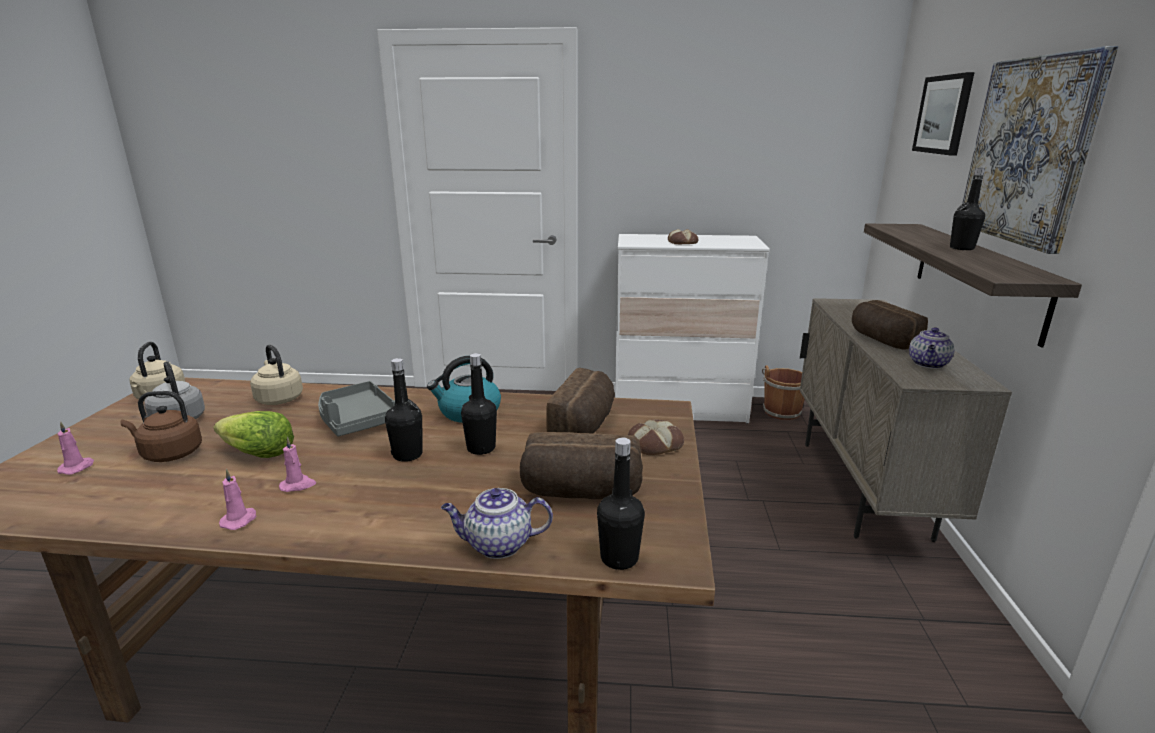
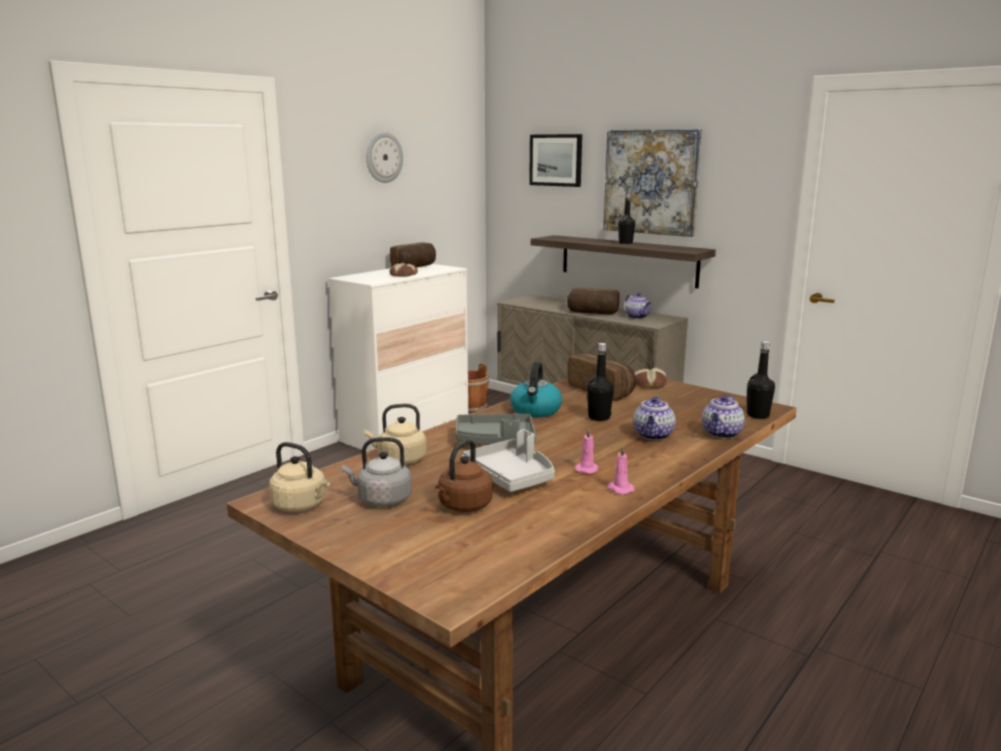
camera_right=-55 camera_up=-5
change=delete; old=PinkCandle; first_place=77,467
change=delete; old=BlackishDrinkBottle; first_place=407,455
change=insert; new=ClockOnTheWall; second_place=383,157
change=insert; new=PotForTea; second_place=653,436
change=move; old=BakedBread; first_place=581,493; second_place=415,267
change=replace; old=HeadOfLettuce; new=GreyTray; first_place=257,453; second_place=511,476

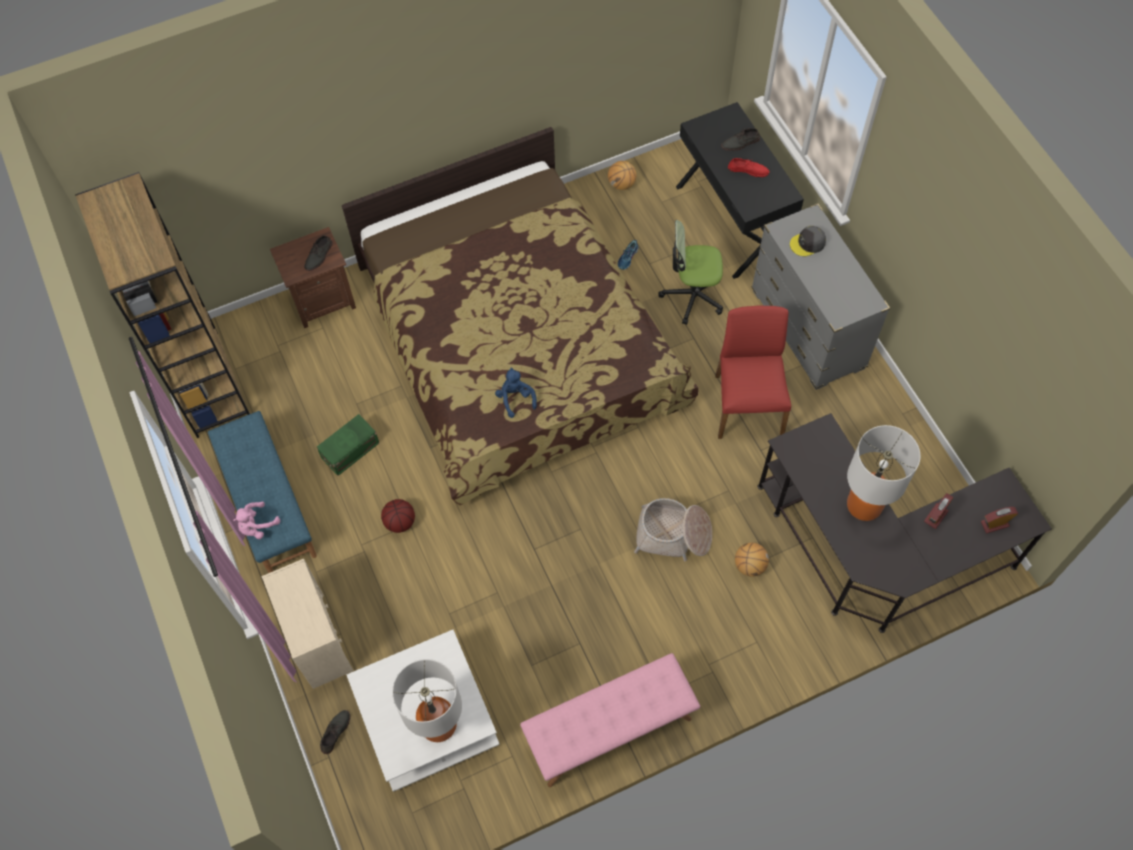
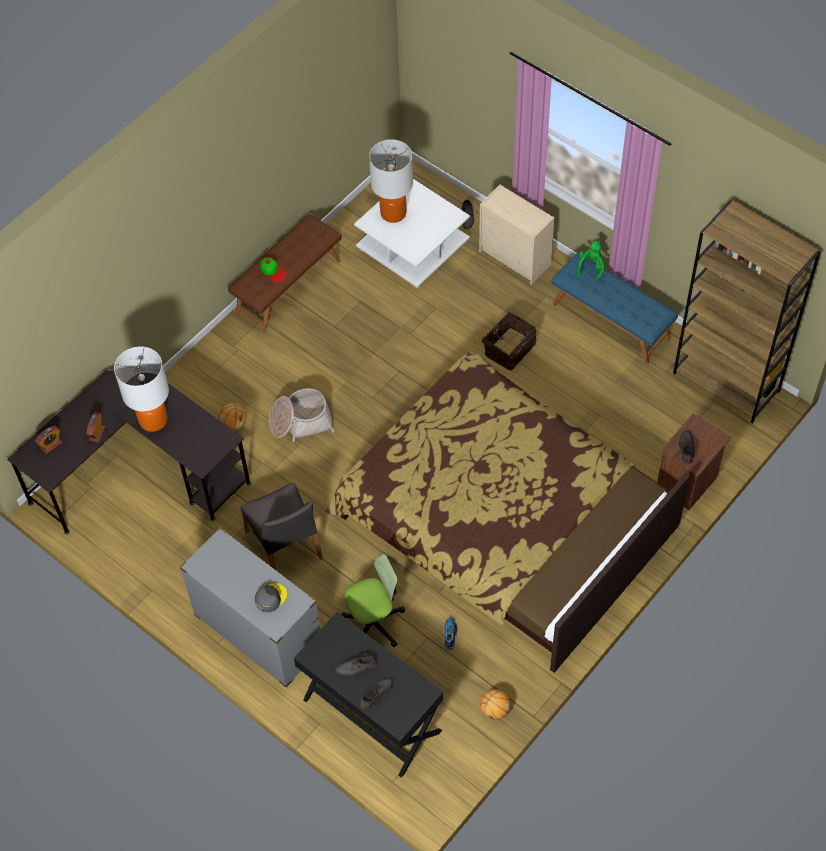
camera_right=155 camera_up=-5
change=delete; old=GreenStorageBox; first_place=351,450
change=delete; old=BlueColouredCuddlyToy; first_place=515,398
change=insert; new=BaseballCap; second_place=273,271
change=replace; old=BasketballBall; new=Basket; first_place=400,522; second_place=508,348
change=recolor; old=PinkCuddlyToy; new=GreenCuddlyToy; first_place=257,526; second_place=591,267
change=recolor; old=PinkLongSeat; new=BrownishLongSeat; first_place=610,730; second_place=288,286
change=recolor; old=RedUprightChair; new=GreyUprightChair; first_place=747,404; second_place=285,545
change=recolor; old=RedShoe; new=GreyShoe; first_place=748,170; second_place=356,667

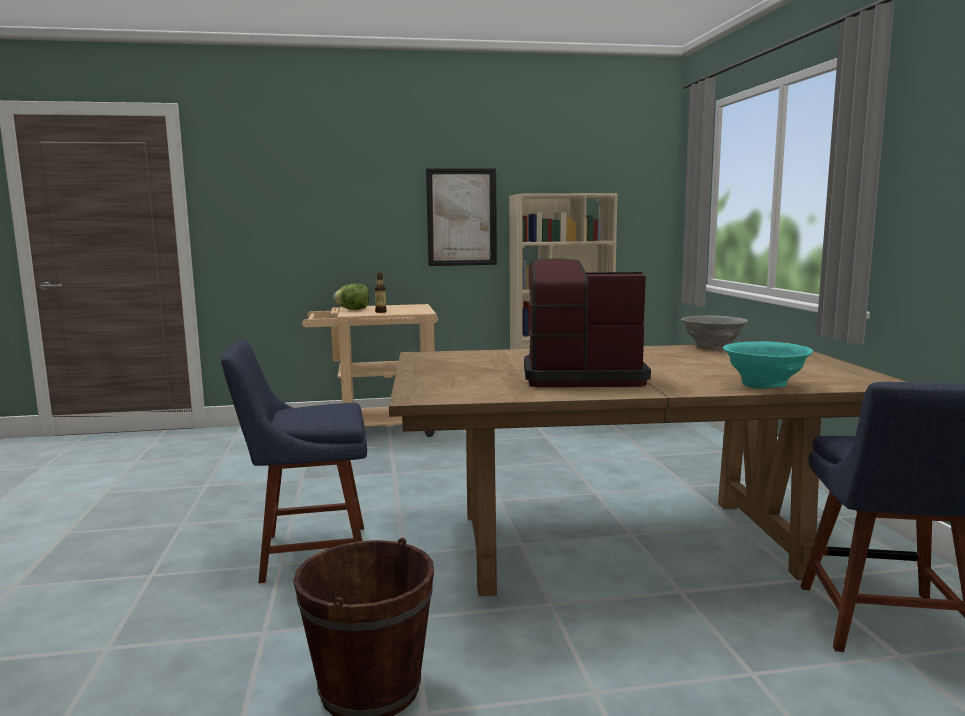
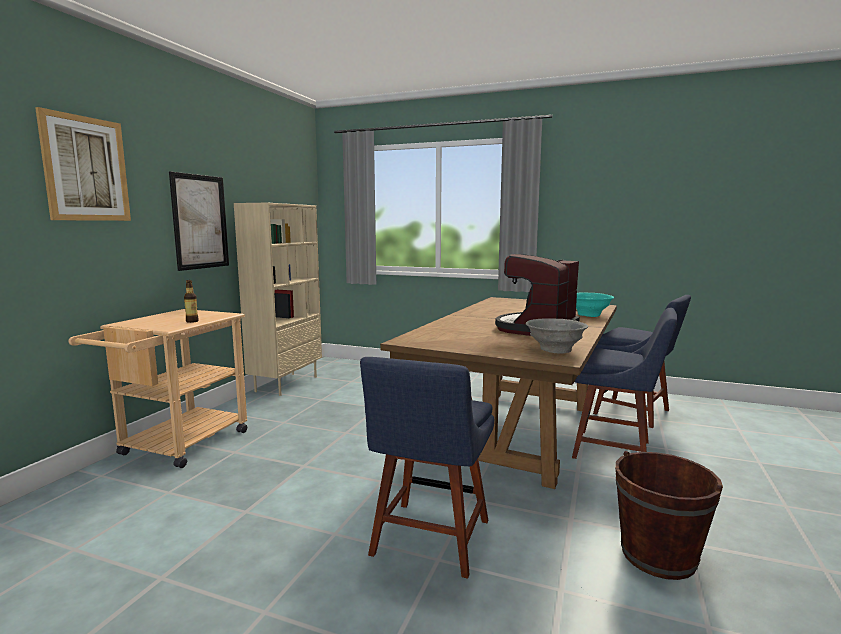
camera_right=-60 camera_up=0
change=delete; old=HeadOfLettuce; first_place=353,309
change=insert; new=Picture; second_place=86,169
change=insert; new=BlueColouredUprightChair; second_place=617,450
change=move; old=GreyServingBowl; first_place=712,347; second_place=555,350

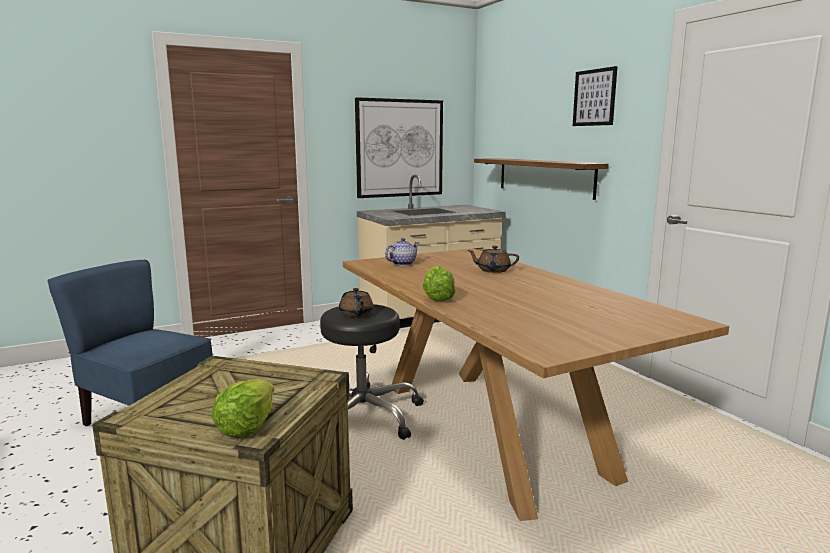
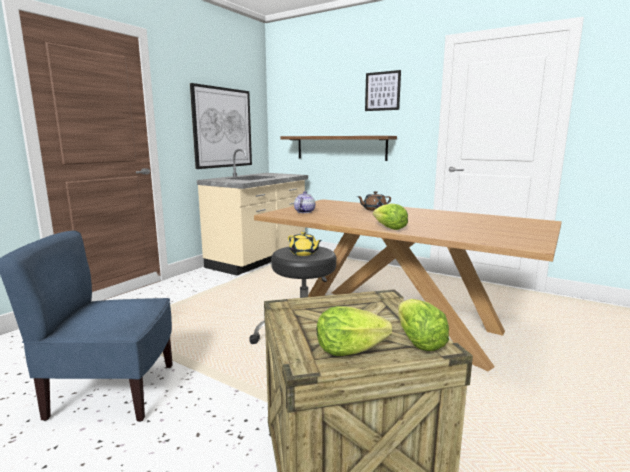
camera_right=-30 camera_up=0
change=insert; new=HeadOfLettuce; second_place=349,350
change=recolor; old=BrownishPotForTea; new=YellowColouredPotForTea; first_place=356,314; second_place=304,253

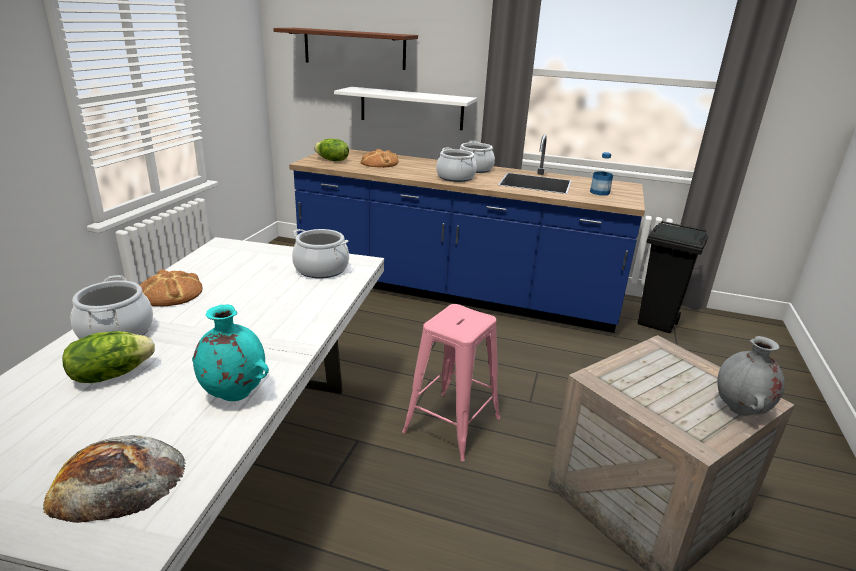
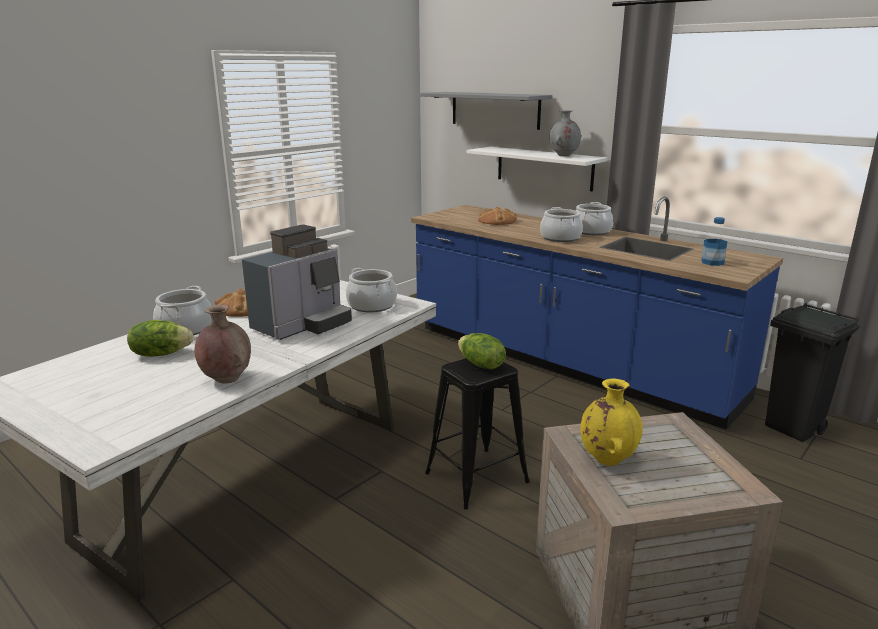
camera_right=25 camera_up=-5
change=delete; old=BakedBread; first_place=117,480
change=insert; new=CoffeeMaker; second_place=303,325
change=insert; new=YellowColouredFlowerVase; second_place=607,459
change=move; old=HeadOfLettuce; first_place=332,160; second_place=480,365
change=move; old=GreyFlowerVase; first_place=740,410; second_place=564,156
change=recolor; old=TurquoiseFlowerVase; new=BrownishFlowerVase; first_place=233,394; second_place=226,379
change=recolor; old=BrownishBracketShelf; new=GreyBracketShelf; first_place=354,48; second_place=495,110
change=recolor; old=PinkStoolSeat; new=BlackishStoolSeat; first_place=452,425; second_place=476,477

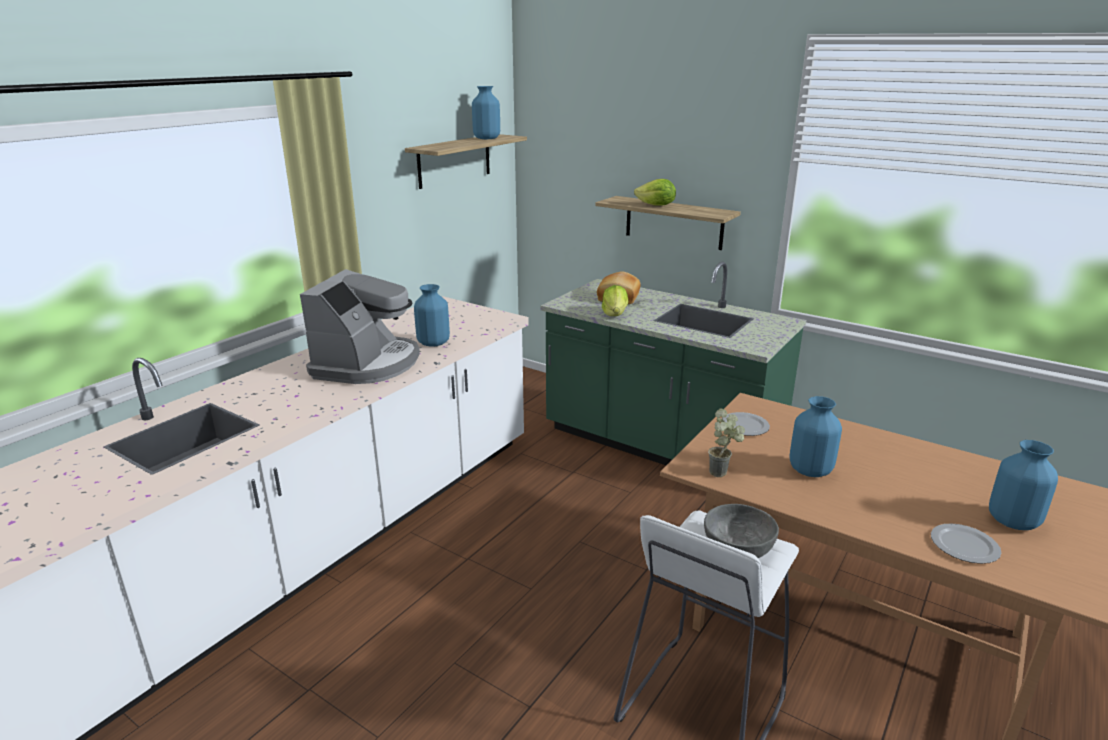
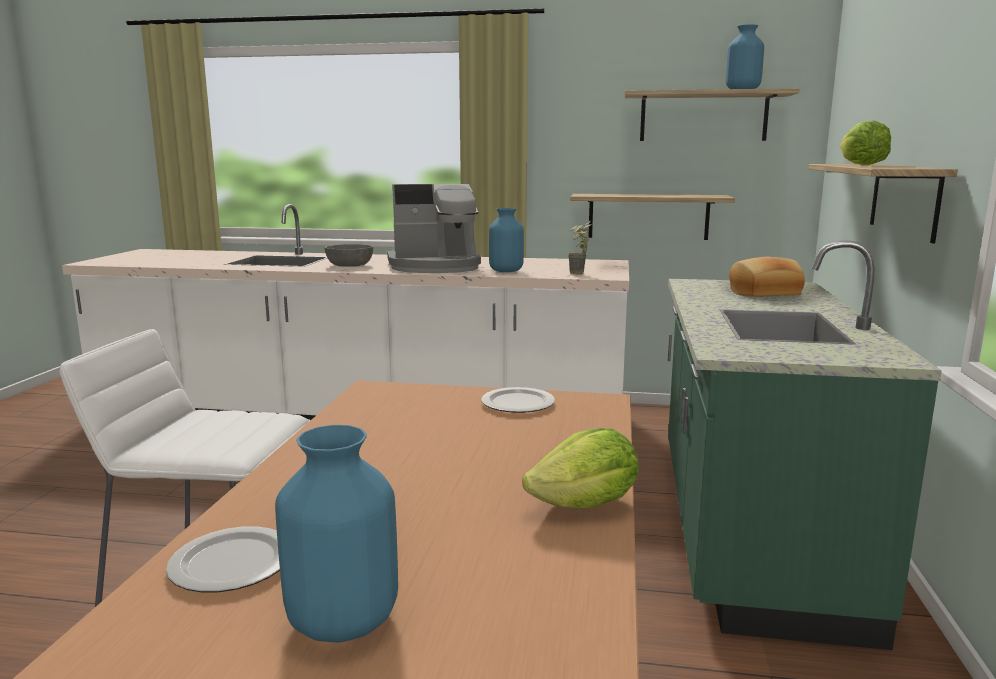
camera_right=65 camera_up=-10
change=delete; old=BlueColouredFlowerVase; first_place=810,470
change=insert; new=BracketShelf; second_place=648,216
change=move; old=HeadOfLettuce; first_place=615,314; second_place=586,505
change=move; old=GreyServingBowl; first_place=737,547; second_place=349,265
change=move; old=PottedPlant; first_place=723,473; second_place=578,274

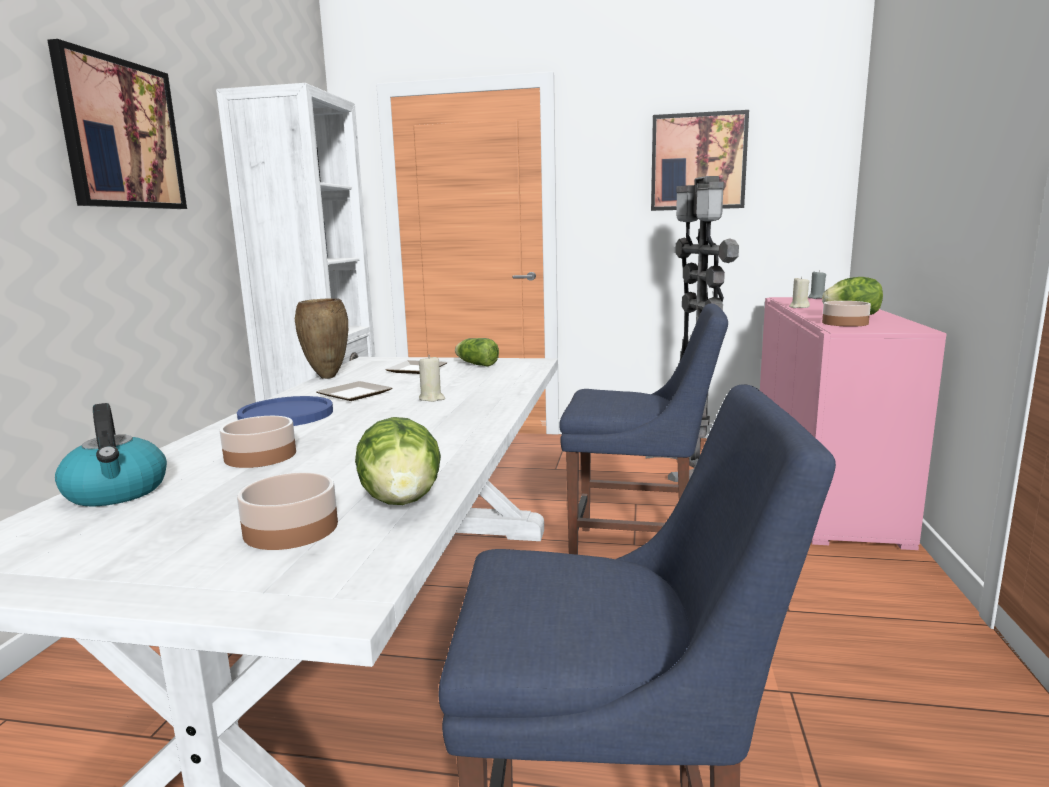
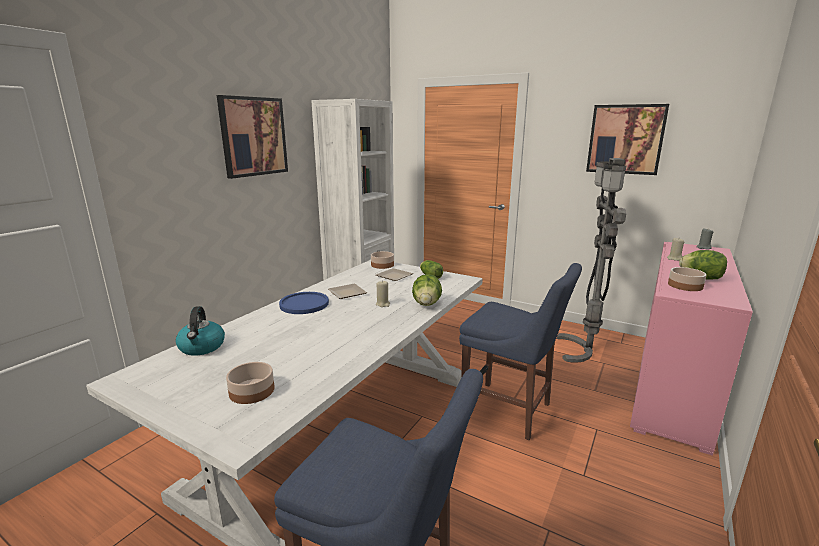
camera_right=20 camera_up=5
change=delete; old=BrownishFlowerVase; first_place=326,377
change=move; old=ServingBowl; first_place=260,456; second_place=382,265
change=move; old=HeadOfLettuce; first_place=402,500; second_place=426,304

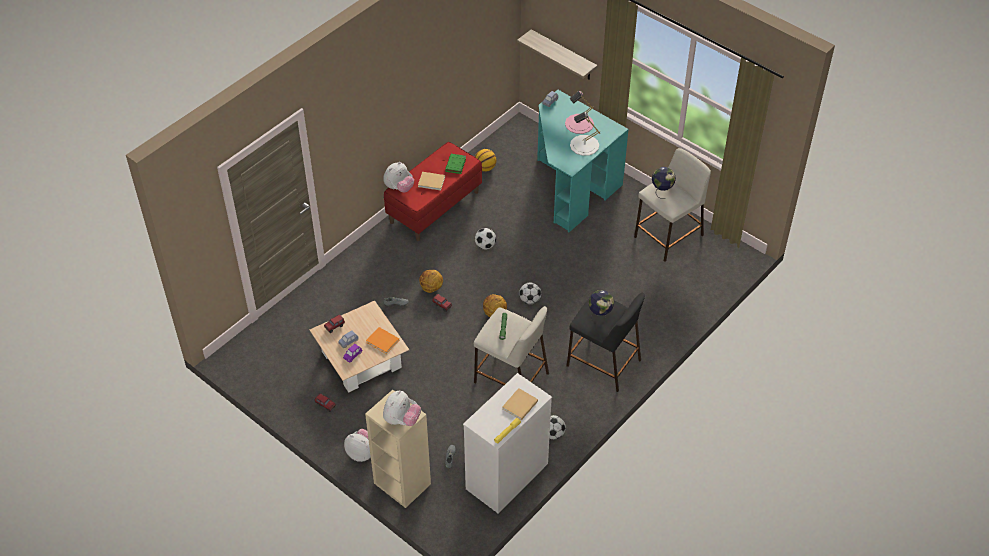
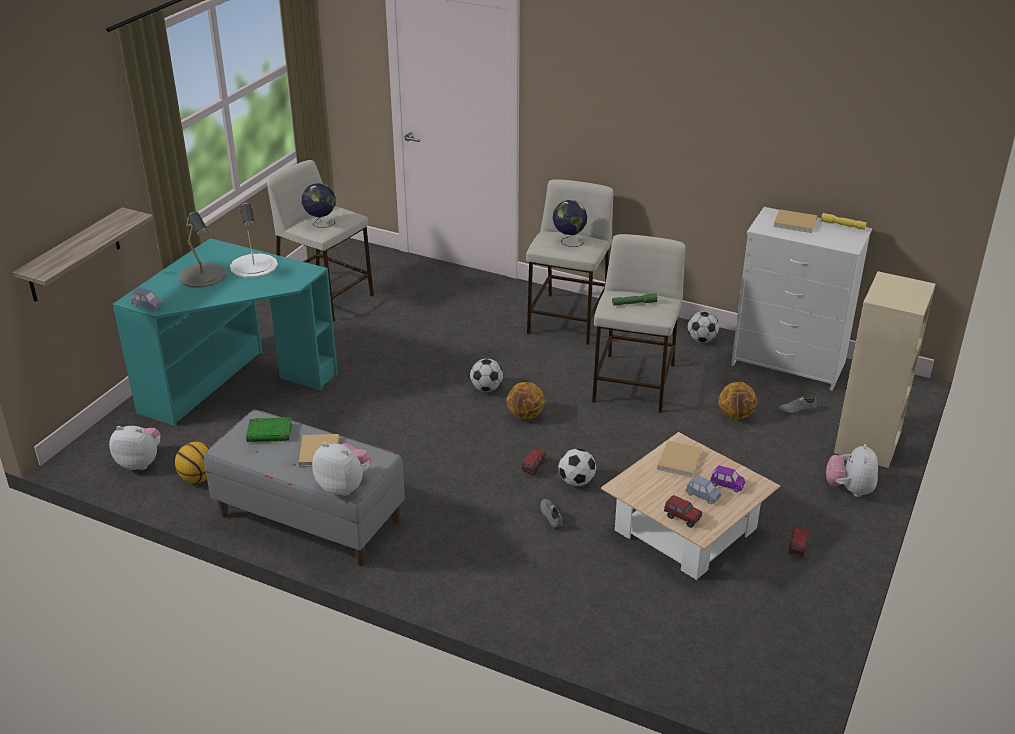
camera_right=-105 camera_up=-15
change=move; old=CuddlyToy; first_place=401,420; second_place=140,462
change=move; old=BasketballBall; first_place=431,288; second_place=736,415
change=move; old=Football; first_place=485,245; second_place=576,481
change=recolor; old=OrangeBook; new=BeigeBook; first_place=383,341; second_place=680,459
change=recolor; old=RedLongSeat; new=GreyLongSeat; first_place=434,207; second_place=309,519
change=recolor; old=PinkTableLamp; new=GreyTableLamp; first_place=579,124; second_place=202,275
change=recolor; old=BlackishStoolSeat; new=BeigeStoolSeat; first_place=602,362; second_place=568,319

